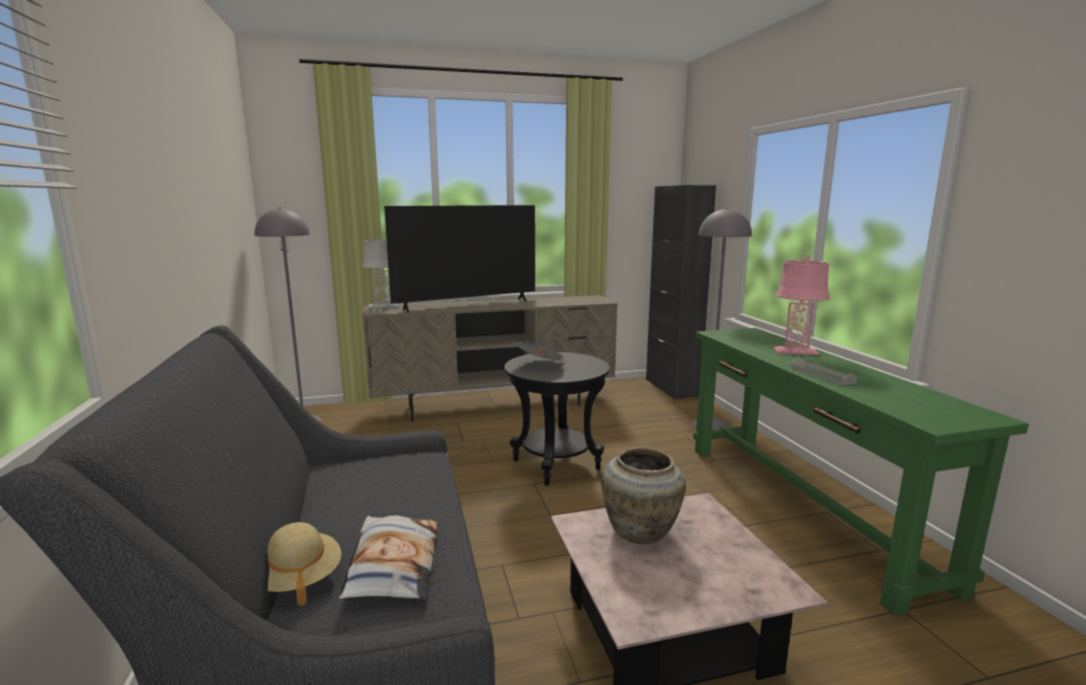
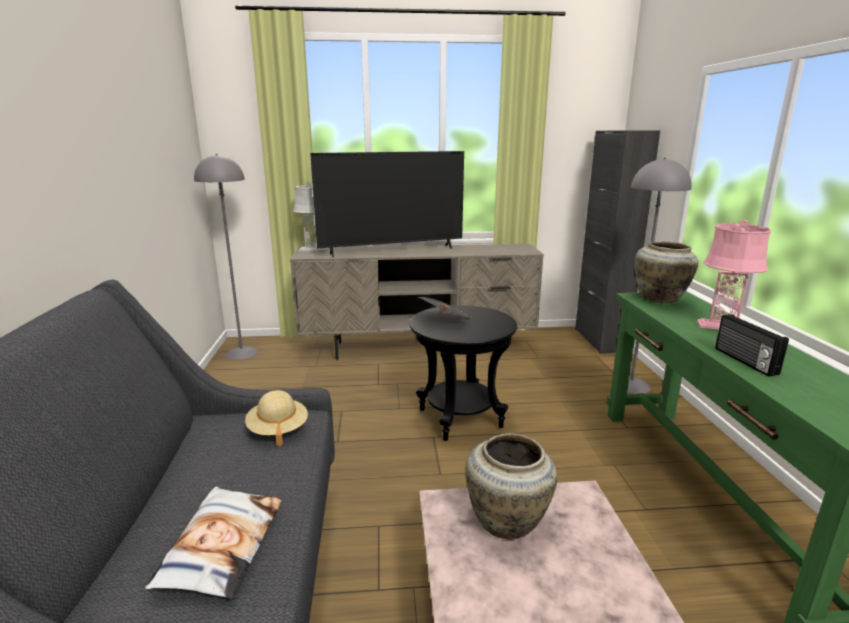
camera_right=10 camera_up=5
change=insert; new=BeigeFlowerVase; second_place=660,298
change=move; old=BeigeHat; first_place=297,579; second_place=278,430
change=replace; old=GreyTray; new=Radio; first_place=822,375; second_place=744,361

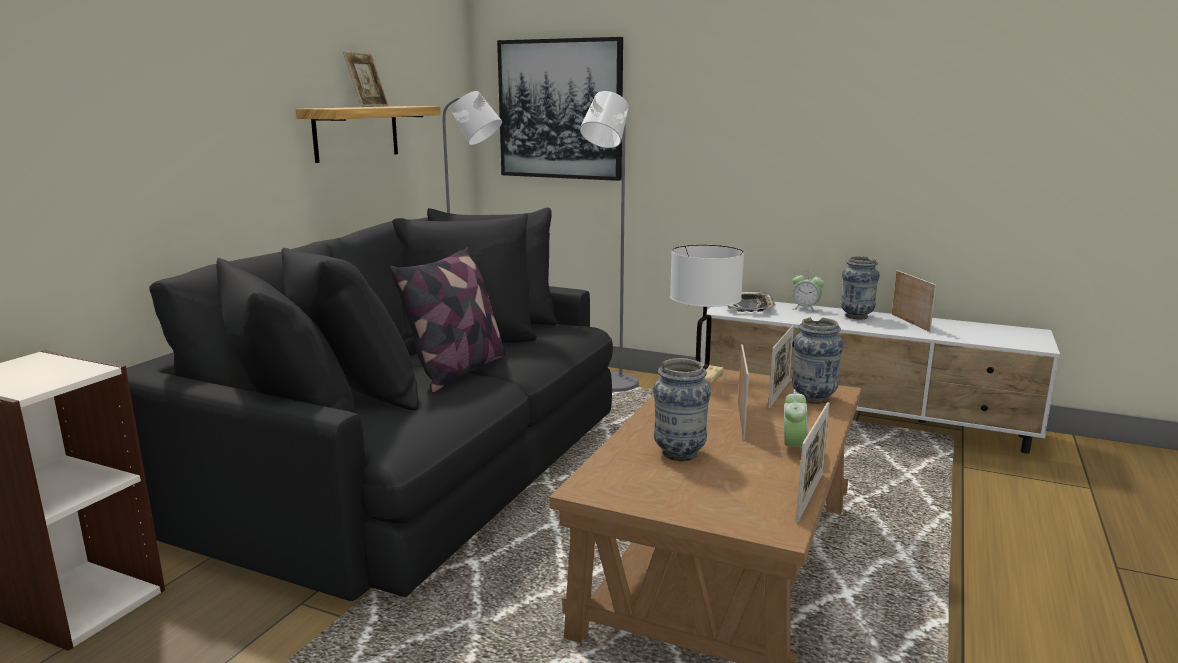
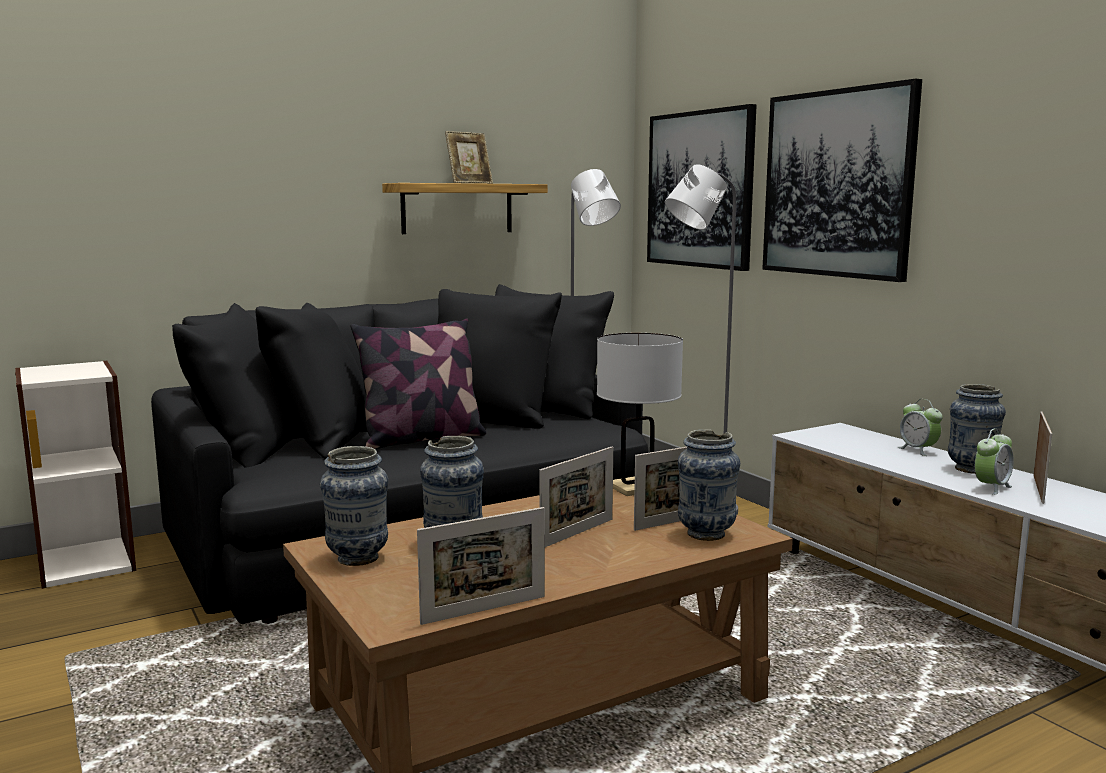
camera_right=35 camera_up=-5
change=delete; old=Tray; first_place=749,306
change=insert; new=FlowerVase; second_place=357,558
change=insert; new=Picture; second_place=837,184
change=move; old=BedsideClock; first_place=794,449; second_place=991,487

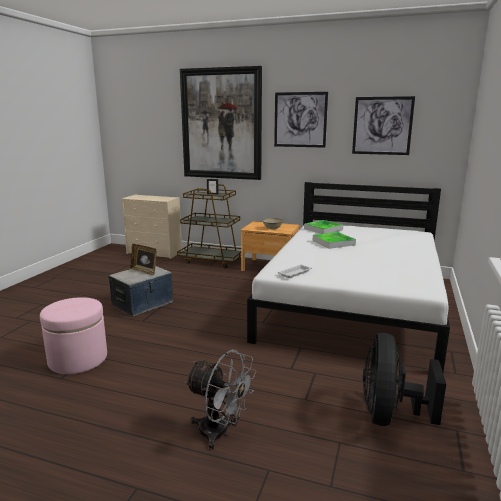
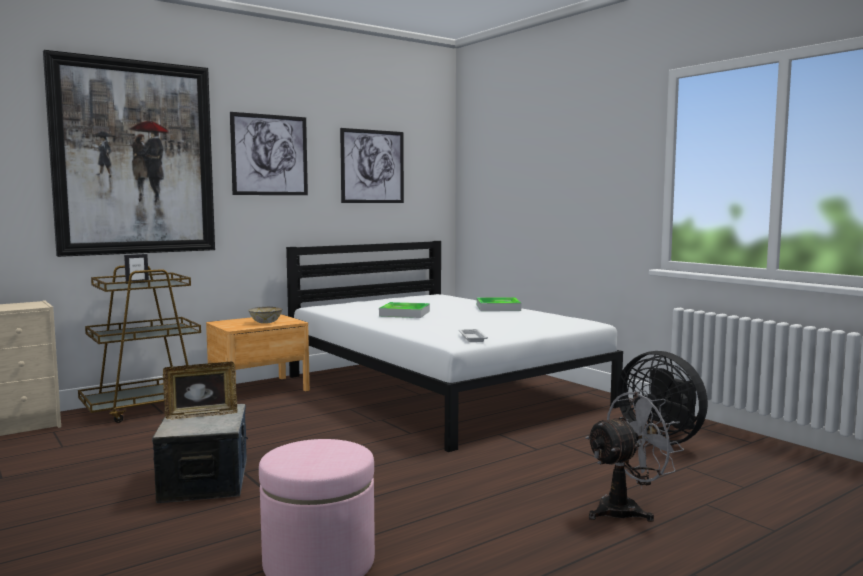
camera_right=-55 camera_up=-10
change=move; old=Tray; first_place=323,229; second_place=498,308

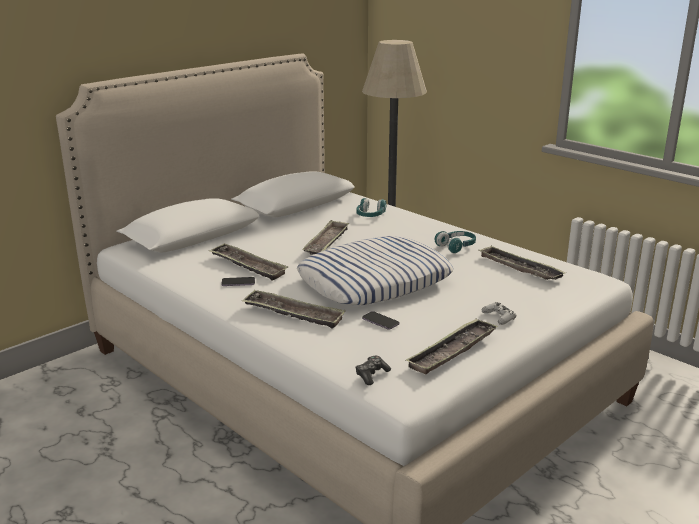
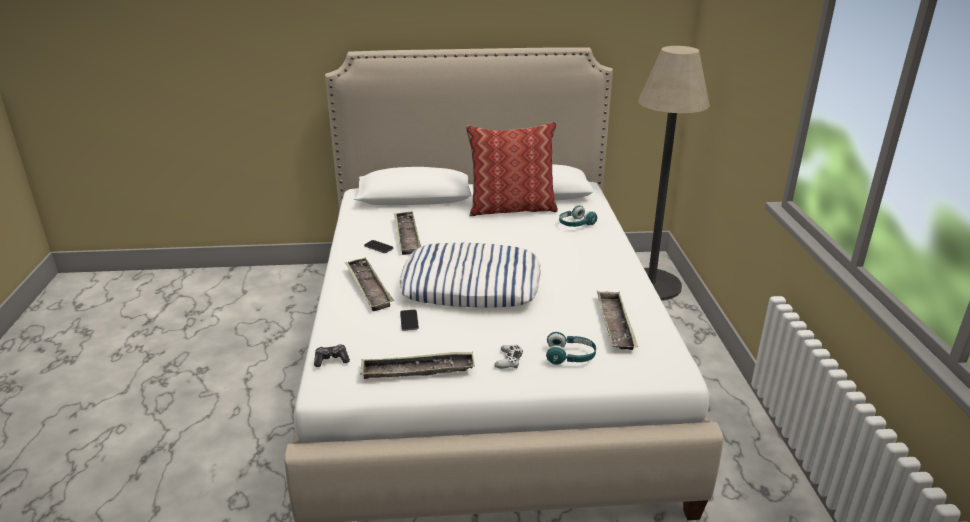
camera_right=40 camera_up=5
change=delete; old=Tray; first_place=327,242
change=insert; new=ThrowPillow; second_place=512,208
change=move; old=TurquoisePairOfHeadphones; first_place=456,247; second_place=570,357

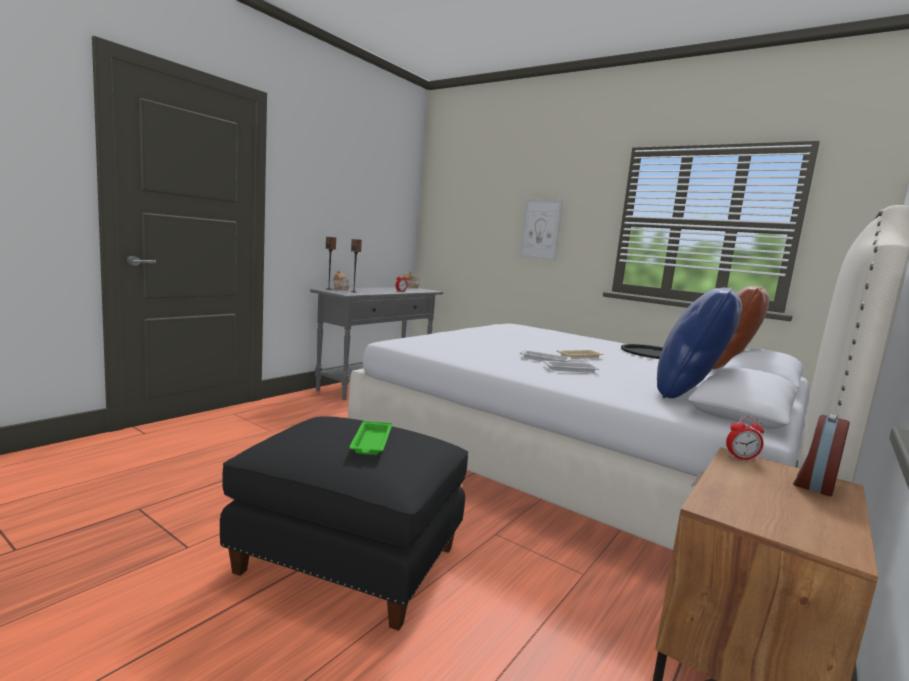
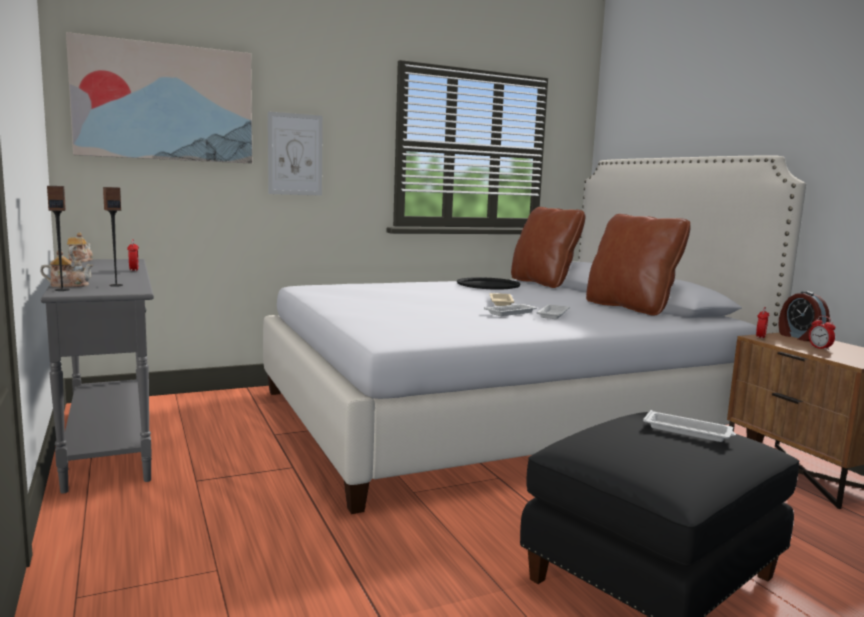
camera_right=-60 camera_up=0
change=insert; new=Picture; second_place=164,102
change=insert; new=BedsideClock; second_place=819,348
change=recolor; old=GreenTray; new=WhiteColouredTray; first_place=371,442; second_place=689,431
change=recolor; old=BlueColouredThrowPillow; new=BrownishThrowPillow; first_place=689,392; second_place=630,307

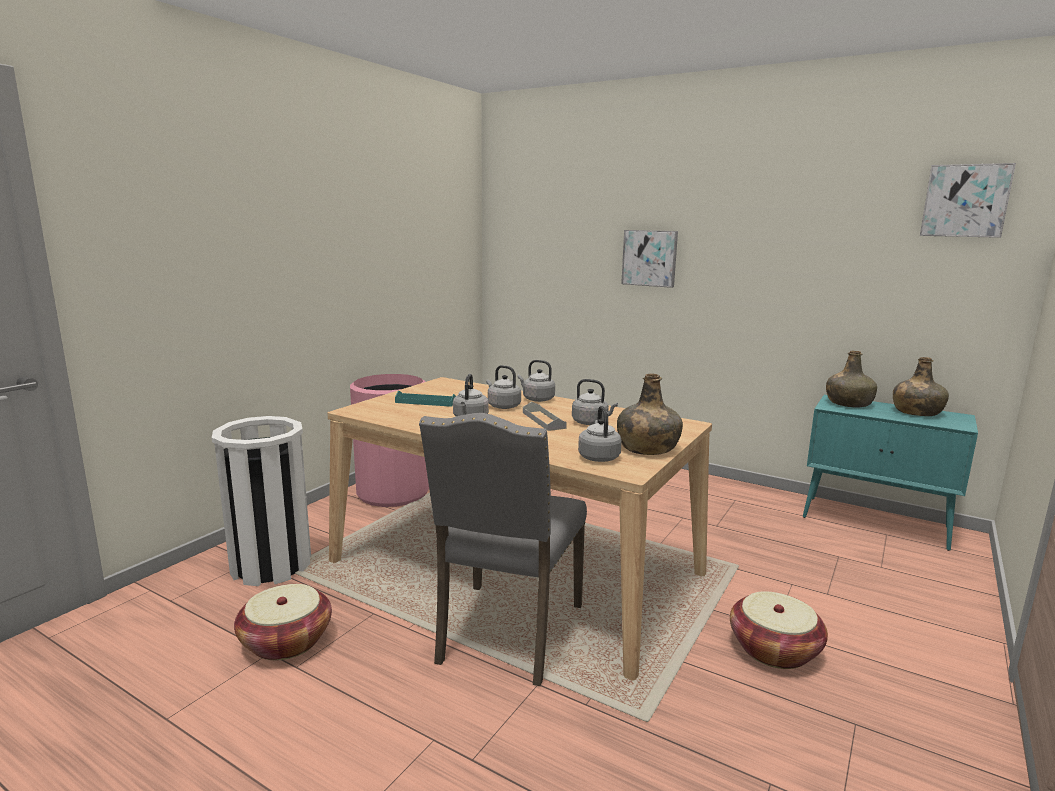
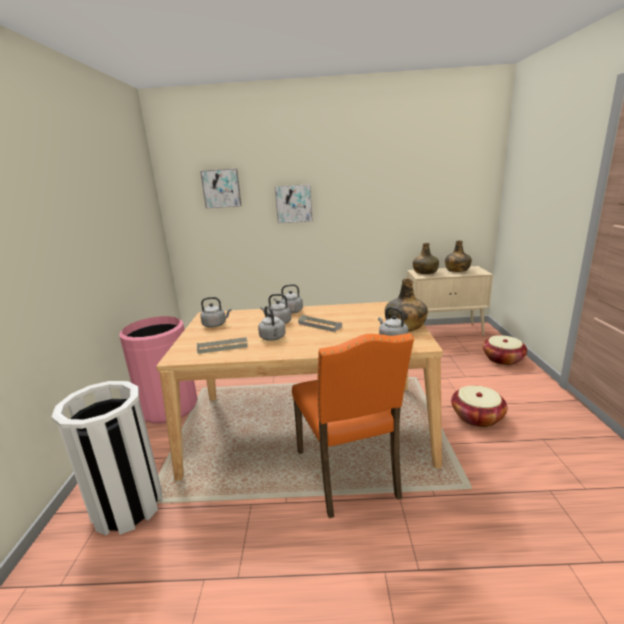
camera_right=-30 camera_up=5
change=delete; old=TurquoiseTray; first_place=425,402
change=insert; new=GreyTray; second_place=223,347
change=move; old=Basket; first_place=286,641; second_place=503,359
change=move; old=GreyTeaKettle; first_place=591,423; second_place=216,325
change=move; old=Picture; first_place=965,201; second_place=221,188
change=recolor; old=GreyUprightChair; new=OrangeUprightChair; first_place=507,634; second_place=349,474
change=recolor; old=TurquoiseCupboard; new=BeigeCupboard; first_place=876,523; second_place=445,331

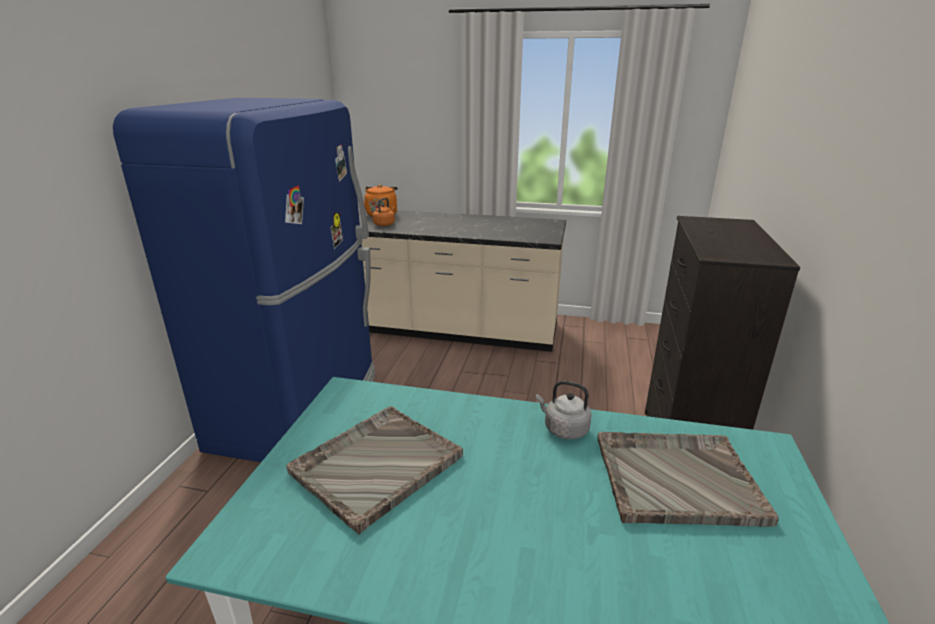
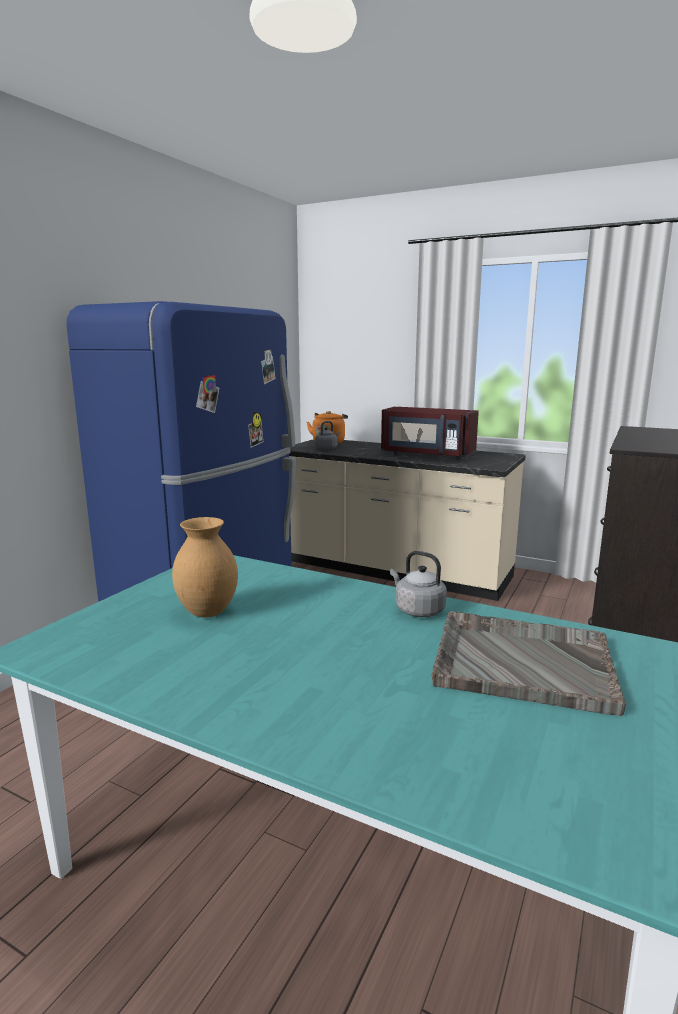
camera_right=15 camera_up=-10
change=insert; new=RedMicrowaveOven; second_place=427,454
change=replace; old=GreyTray; new=BrownishFlowerVase; first_place=375,465; second_place=206,612
change=recolor; old=OrangeTeaKettle; new=GreyTeaKettle; first_place=385,224; second_place=327,448

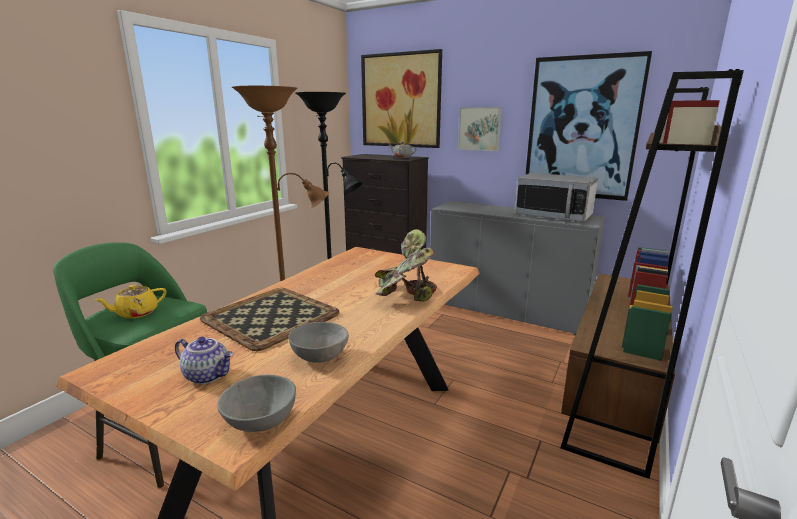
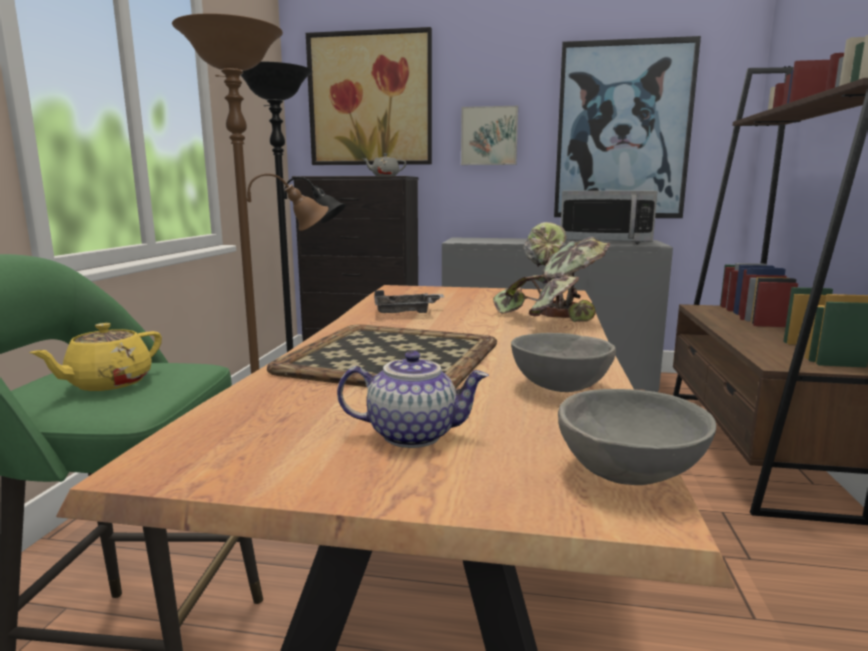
camera_right=-20 camera_up=-5
change=insert; new=GreyTray; second_place=406,312

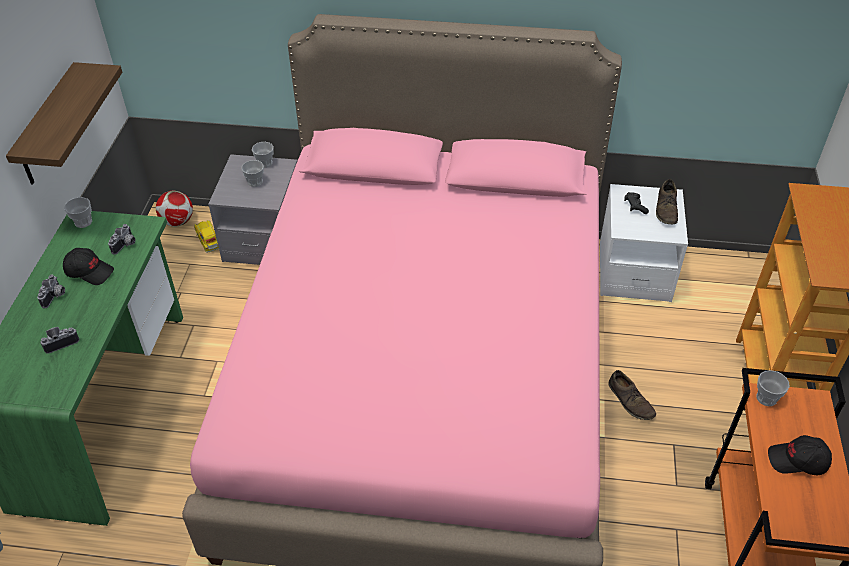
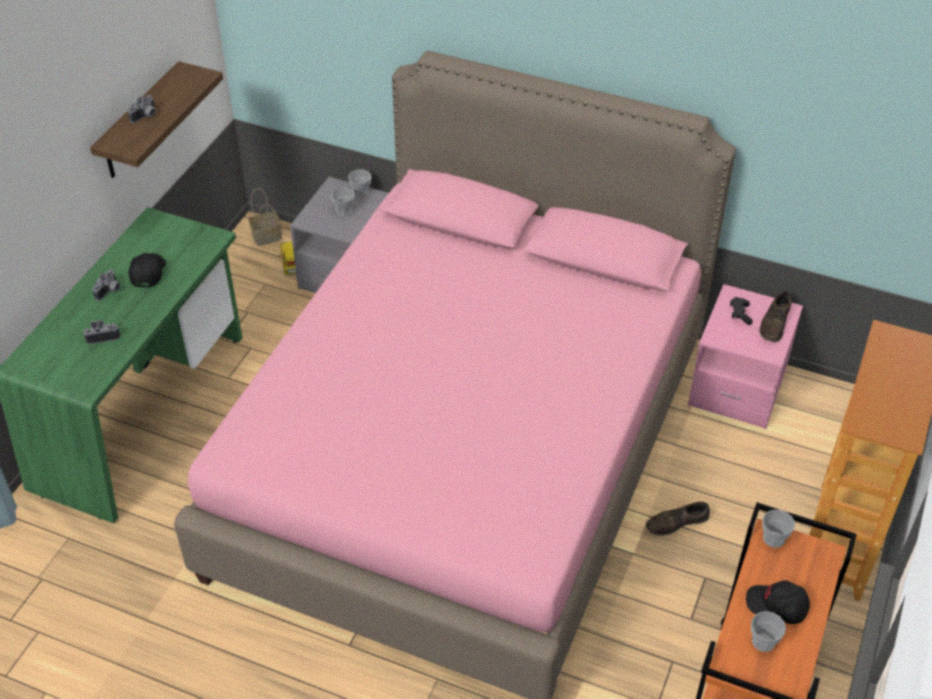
camera_right=15 camera_up=0
change=move; old=Cup; first_place=83,222; second_place=763,642
change=move; old=StillCamera; first_place=126,245; second_place=146,116
change=replace; old=Football; new=Basket; first_place=177,222; second_place=266,237
change=recolor; old=WhiteColouredNightstand; new=PinkNightstand; first_place=634,272; second_place=737,387
change=rotate; old=BlackishBaseballCap; first_place=89,271; second_place=148,273; degrees=-120
change=rotate; old=BrownishShoe; first_place=630,401; second_place=676,523; degrees=90

